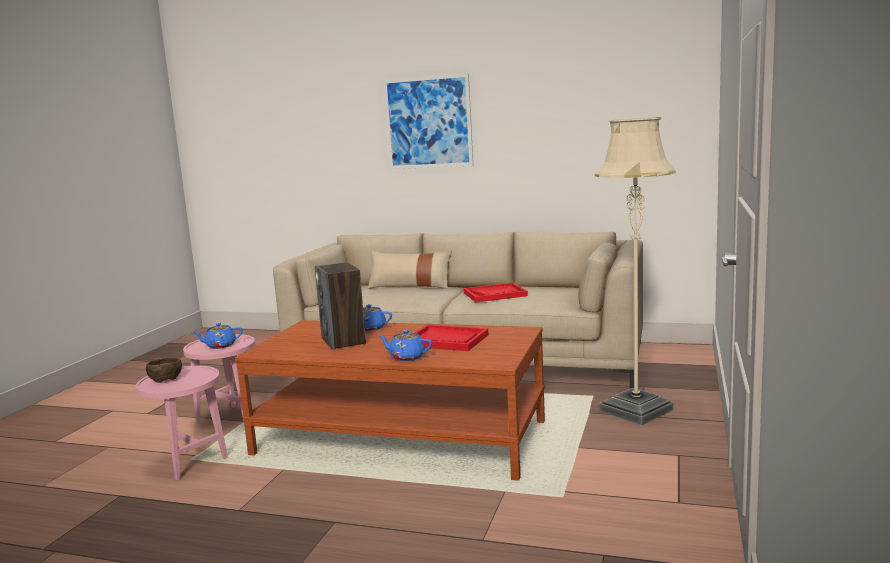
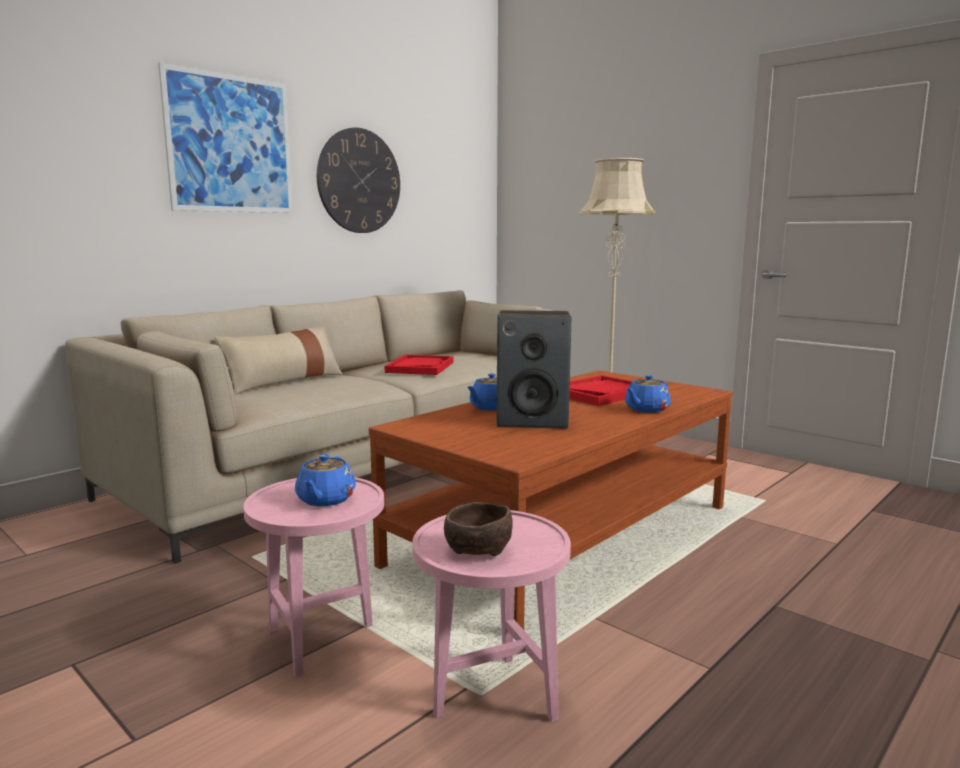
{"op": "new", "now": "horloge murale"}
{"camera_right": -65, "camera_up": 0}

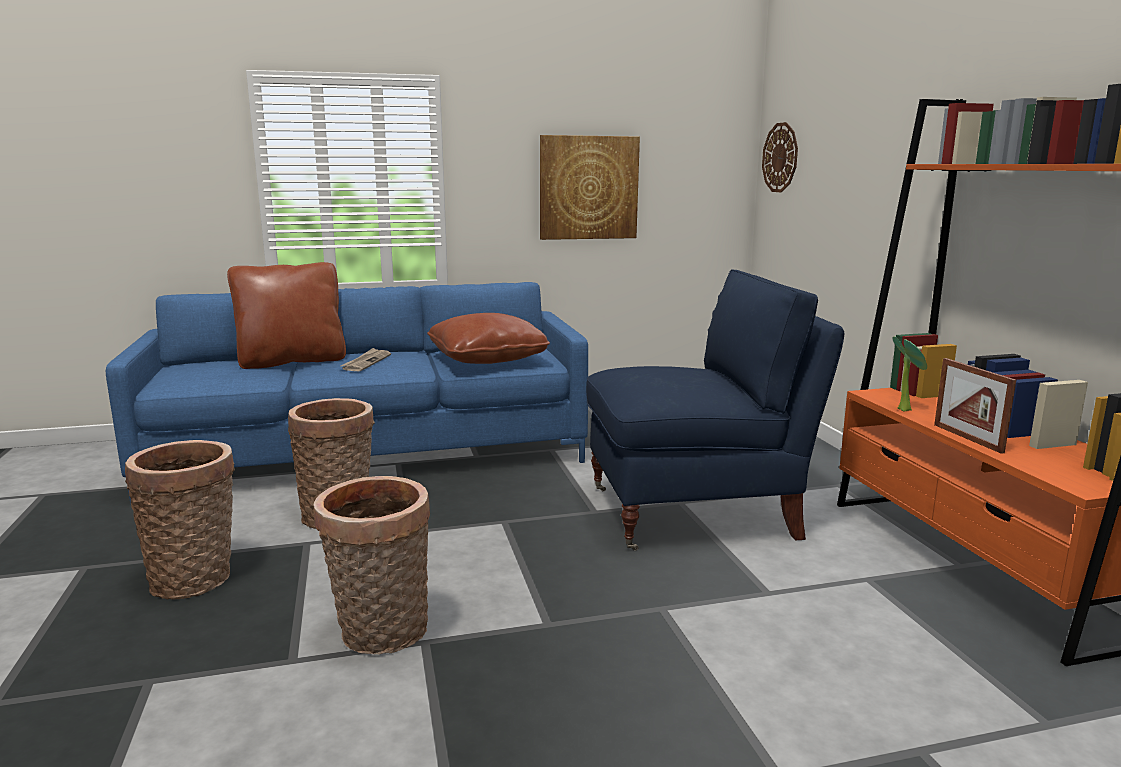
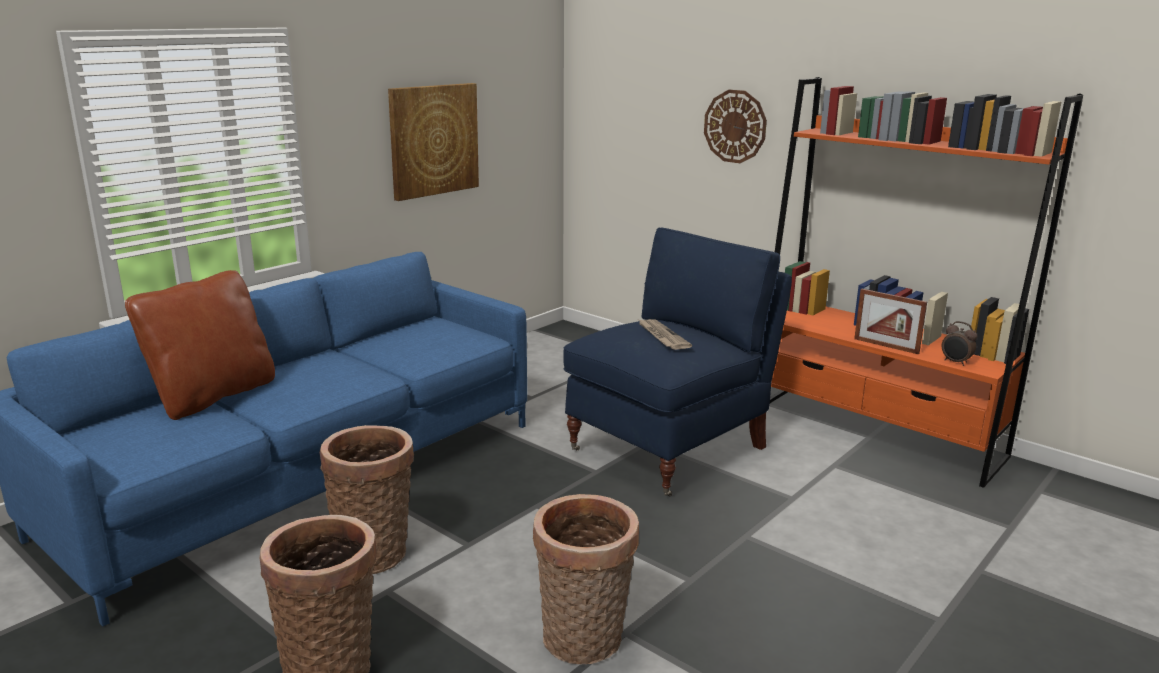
{"op": "shifted", "was": "journal"}
{"op": "shifted", "was": "horloge murale"}
{"op": "new", "now": "réveil"}
{"op": "gone", "was": "coussin/marron (no. 2 from left)"}
{"op": "gone", "was": "plante en pot"}
{"camera_right": -35, "camera_up": 5}

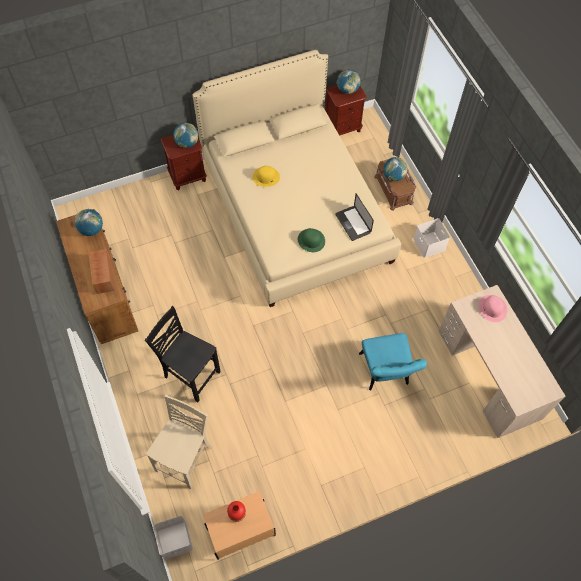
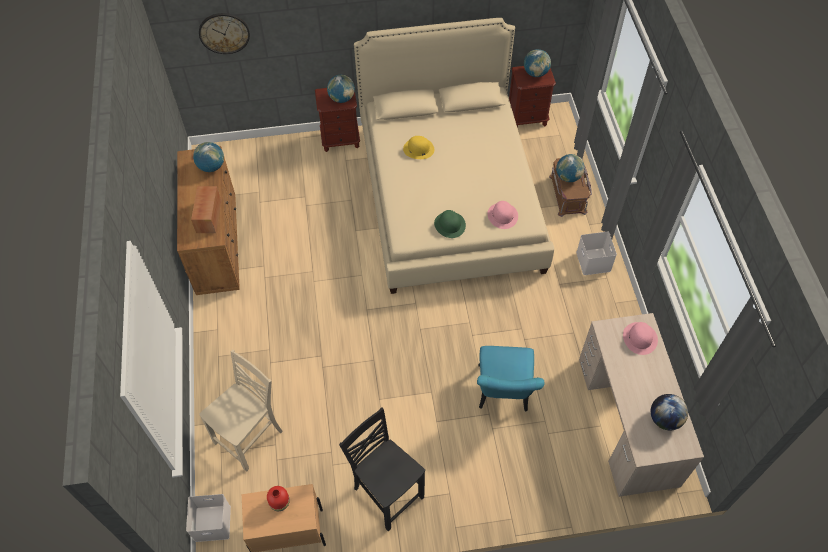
{"op": "new", "now": "horloge murale"}
{"op": "shifted", "was": "chaise/noir"}
{"op": "swapped", "was": "ordinateur portable", "now": "chapeau/rose (no. 1 from left)"}
{"op": "new", "now": "globe (no. 5 from left)"}
{"camera_right": 15, "camera_up": -5}

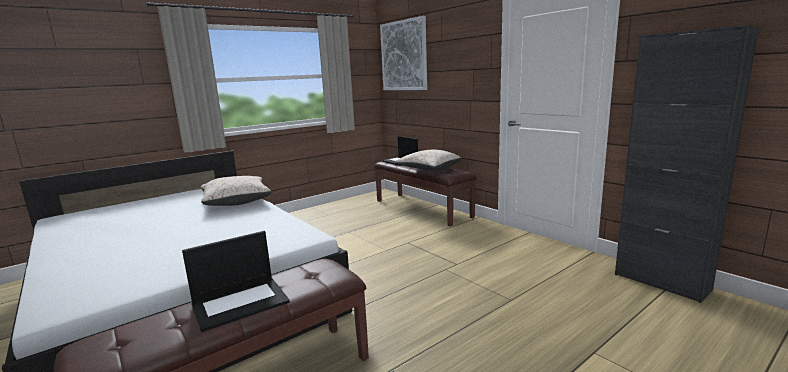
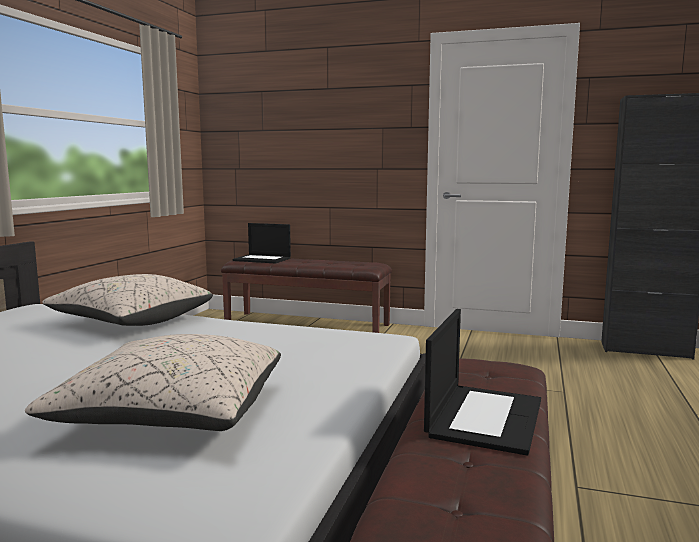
{"op": "shifted", "was": "coussin/beige (no. 2 from left)"}
{"op": "gone", "was": "tableau"}
{"camera_right": -35, "camera_up": -5}

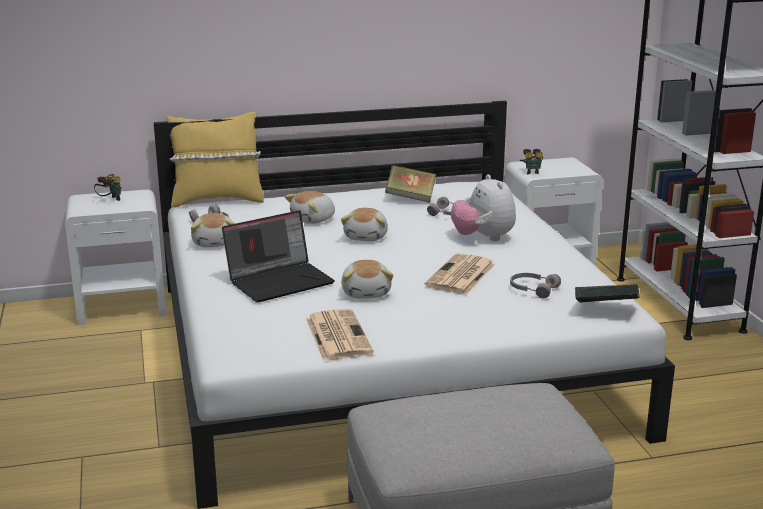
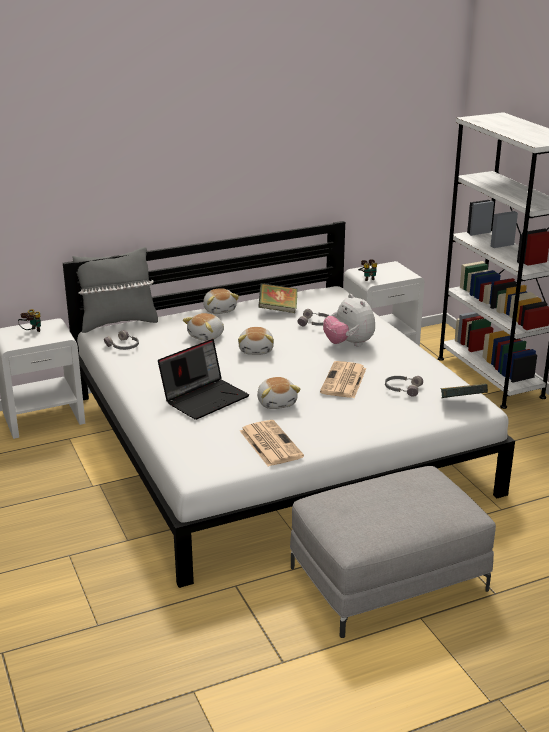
{"op": "repainted", "was": "coussin/jaune", "now": "coussin/gris"}
{"op": "shifted", "was": "peluche (no. 1 from left in the first image)", "now": "peluche (no. 2 from left)"}
{"camera_right": -10, "camera_up": 5}

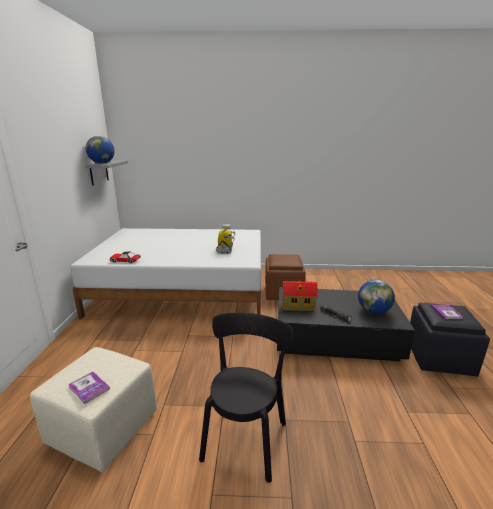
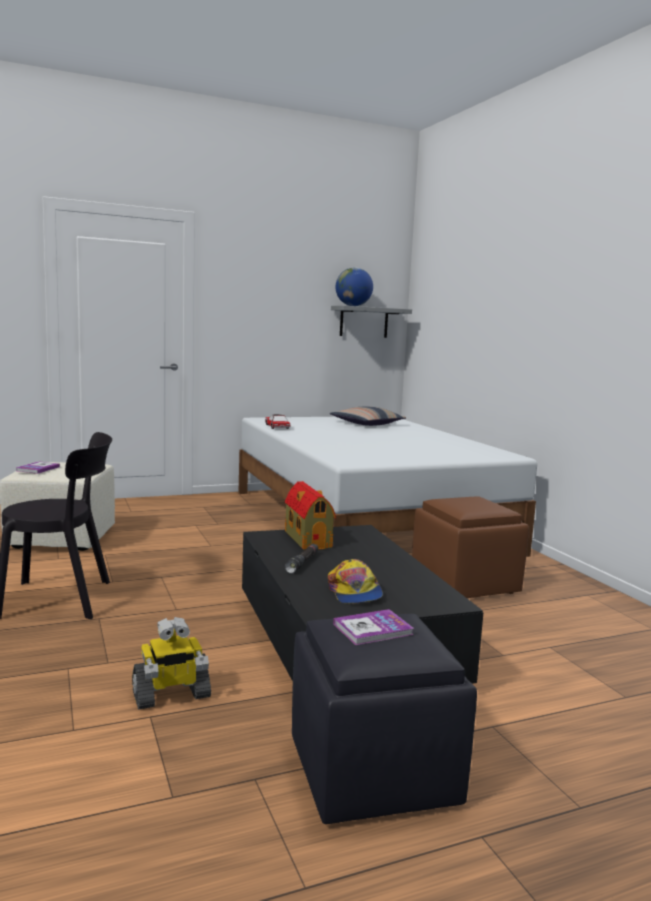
{"op": "shifted", "was": "robot jouet"}
{"op": "swapped", "was": "globe (no. 2 from left)", "now": "casquette"}
{"op": "new", "now": "coussin"}
{"camera_right": 65, "camera_up": -10}

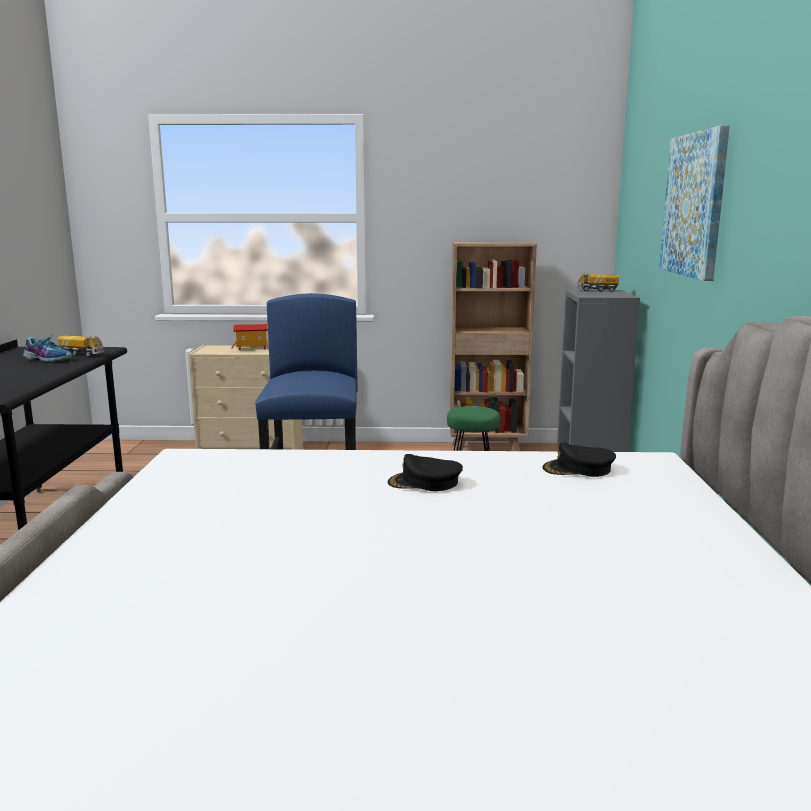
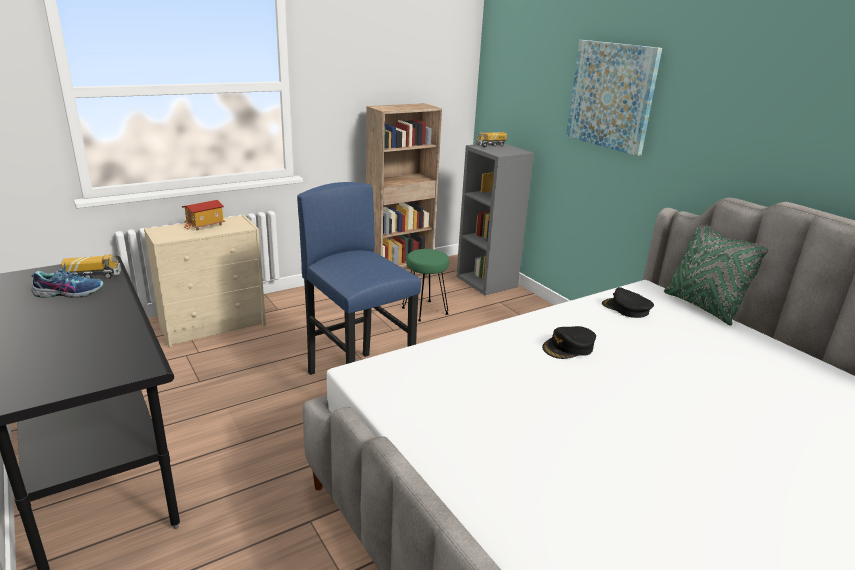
{"op": "rotated", "was": "casquette/noir (no. 2 from left)", "clockwise": 75}
{"op": "new", "now": "coussin/vert"}
{"camera_right": -35, "camera_up": 10}

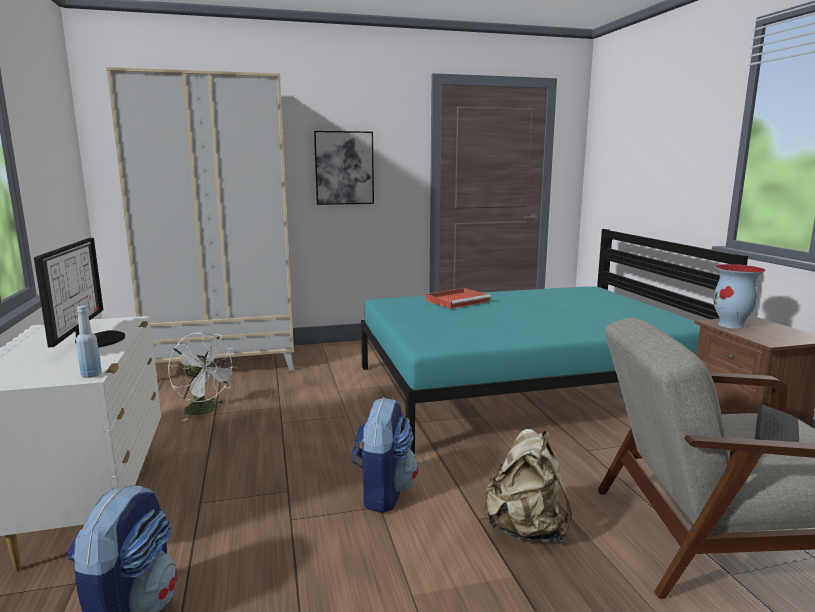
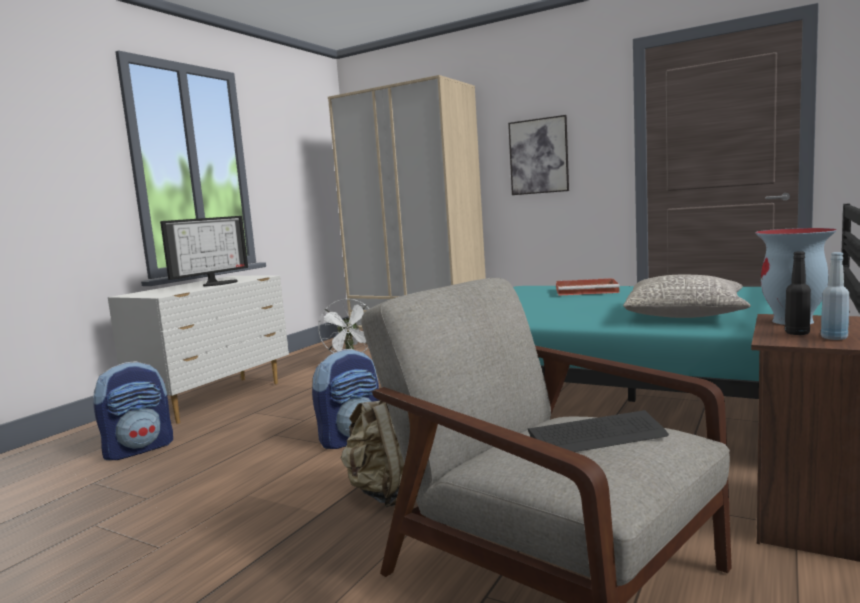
{"op": "new", "now": "coussin/gris"}
{"op": "new", "now": "bouteille/noir"}
{"op": "shifted", "was": "bouteille/bleu"}
{"camera_right": 45, "camera_up": -5}

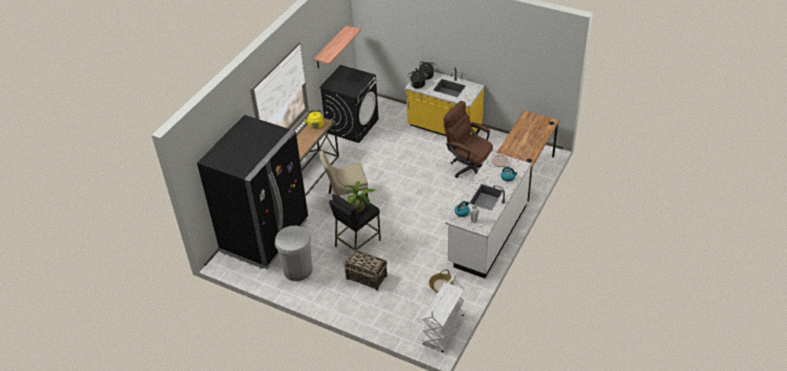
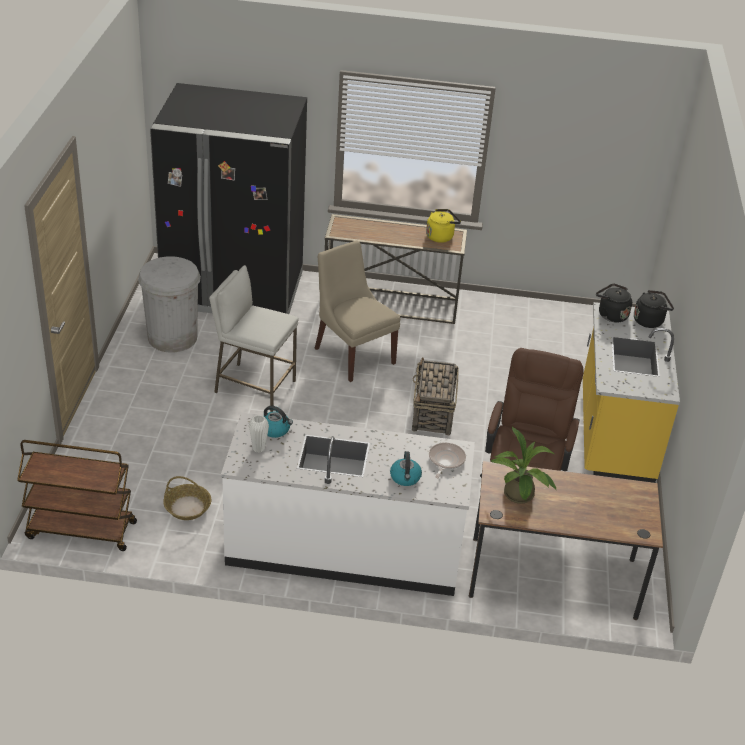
{"op": "repainted", "was": "chariot/blanc", "now": "chariot/marron"}
{"op": "repainted", "was": "tabouret/noir", "now": "tabouret/blanc"}
{"op": "shifted", "was": "panier (no. 1 from left in the first image)", "now": "panier (no. 2 from left)"}
{"op": "shifted", "was": "plante en pot"}
{"op": "gone", "was": "étagère"}
{"op": "gone", "was": "lave-linge/noir"}
{"camera_right": 65, "camera_up": -5}

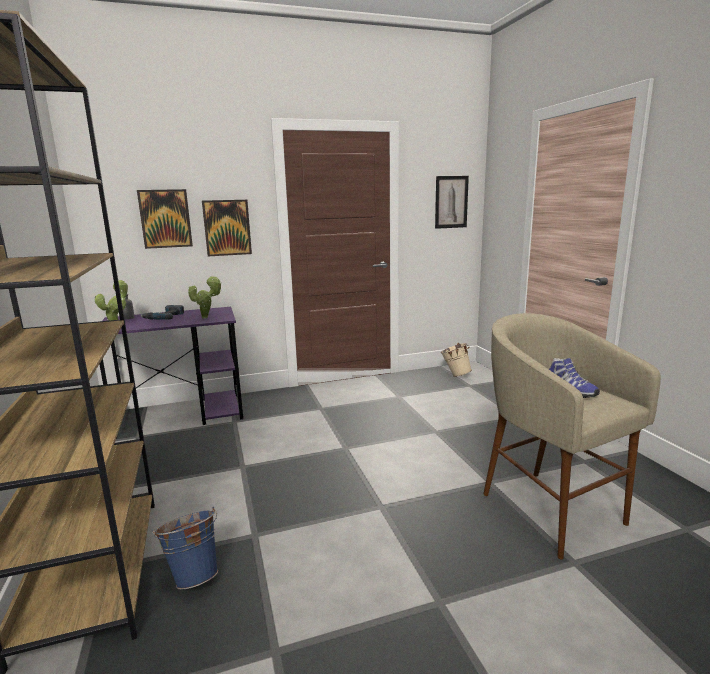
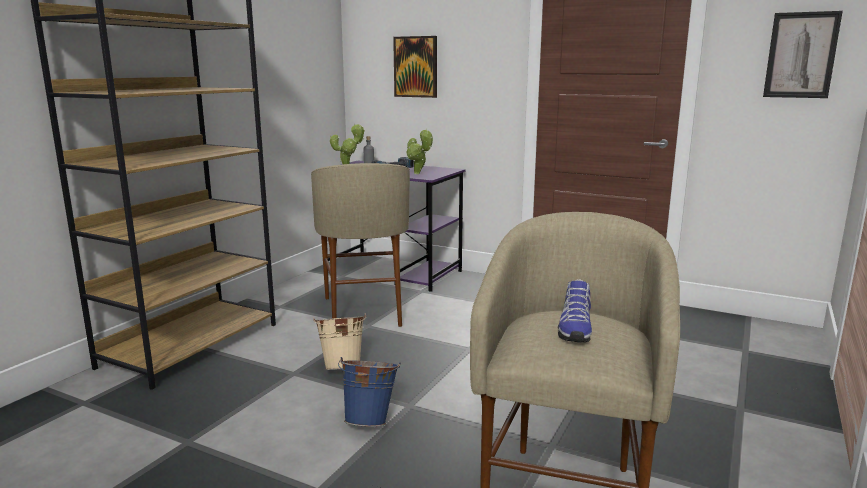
{"op": "new", "now": "tabouret/beige (no. 1 from left)"}
{"op": "shifted", "was": "seau/beige"}
{"op": "shifted", "was": "seau/bleu"}
{"op": "gone", "was": "tableau (no. 2 from left)"}
{"camera_right": 45, "camera_up": 0}

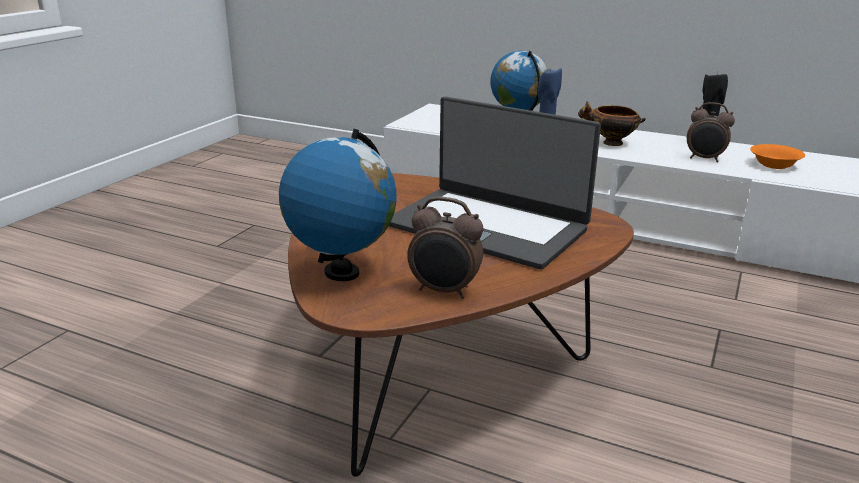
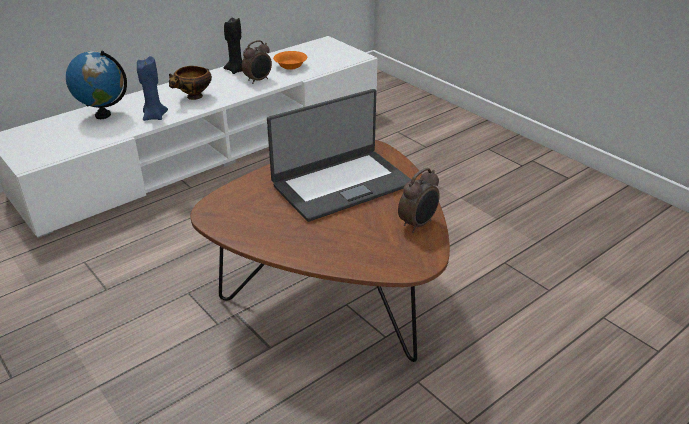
{"op": "gone", "was": "globe (no. 1 from left)"}
{"camera_right": -65, "camera_up": 10}

